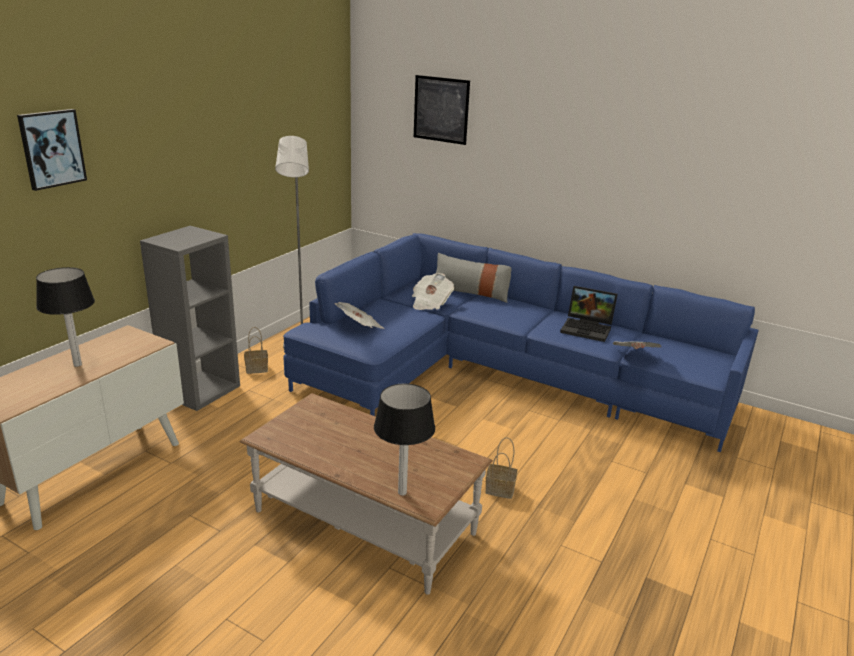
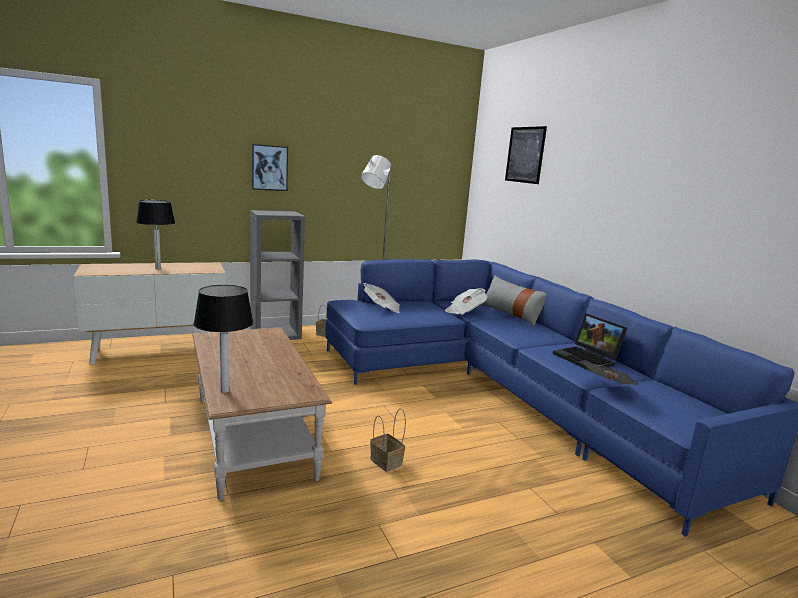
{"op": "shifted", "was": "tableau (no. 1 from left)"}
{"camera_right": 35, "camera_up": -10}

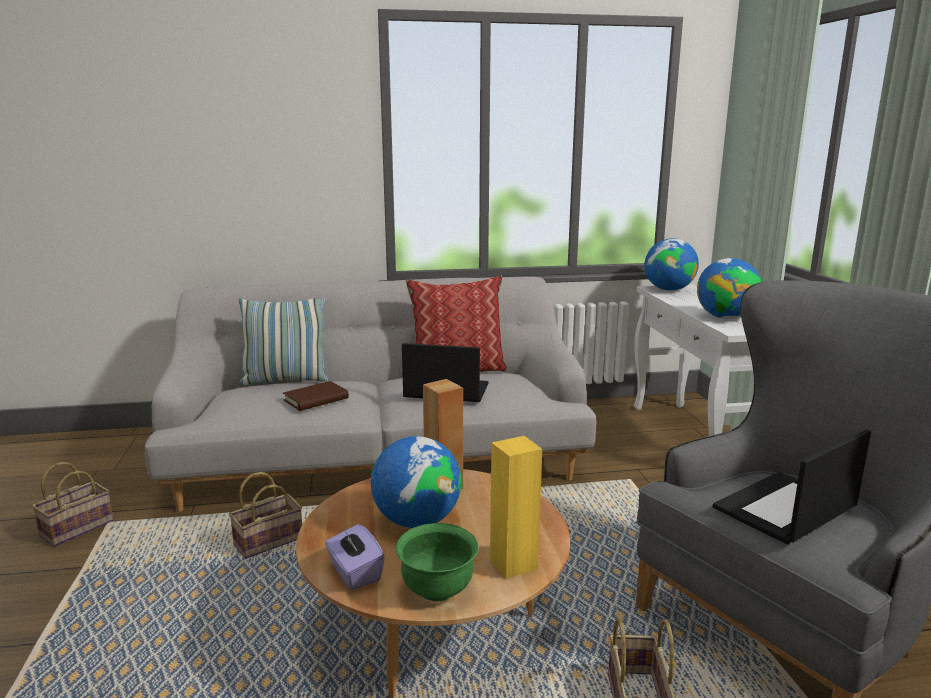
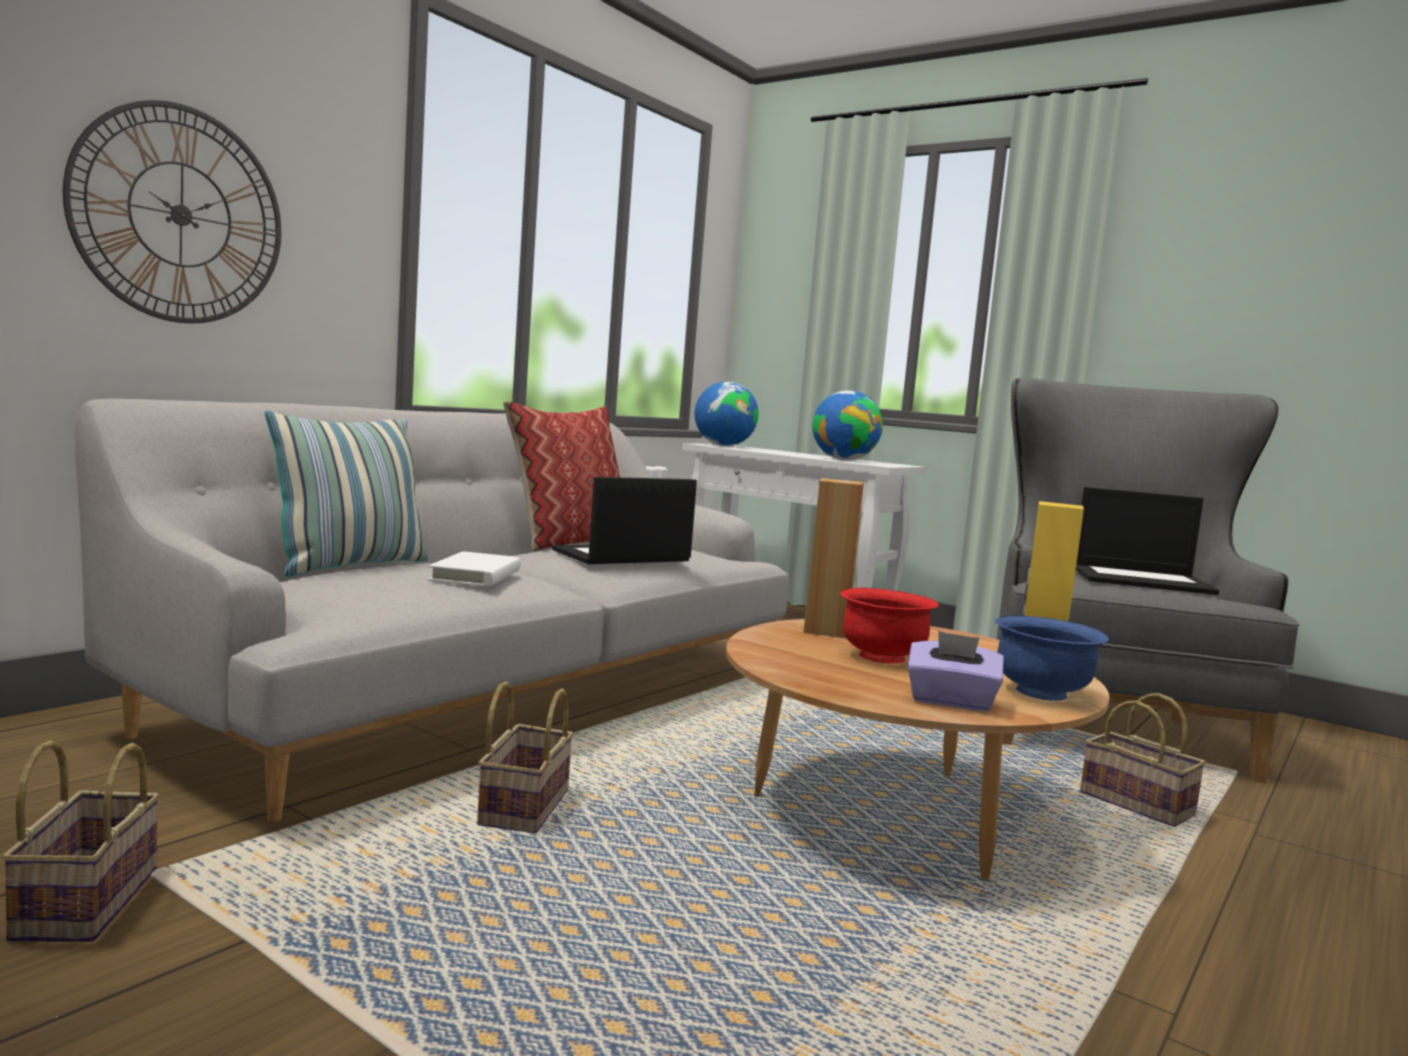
{"op": "new", "now": "horloge murale"}
{"op": "repainted", "was": "livre/marron", "now": "livre/blanc"}
{"op": "swapped", "was": "globe (no. 1 from left)", "now": "bol/rouge"}
{"op": "repainted", "was": "bol/vert", "now": "bol/bleu"}
{"op": "rotated", "was": "ordinateur portable (no. 2 from left)", "clockwise": -90}
{"camera_right": -45, "camera_up": -10}

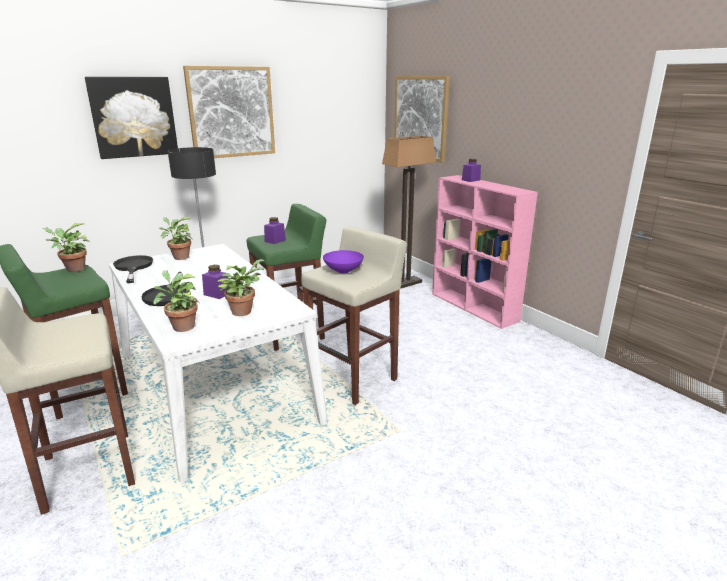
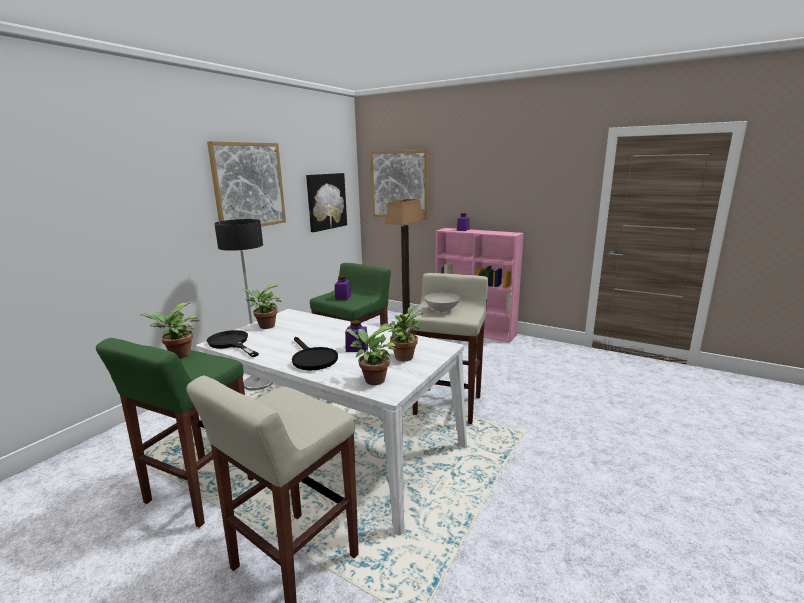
{"op": "shifted", "was": "tableau (no. 1 from left in the first image)", "now": "tableau (no. 2 from left)"}
{"op": "repainted", "was": "bol/violet", "now": "bol/blanc"}
{"camera_right": -25, "camera_up": -5}

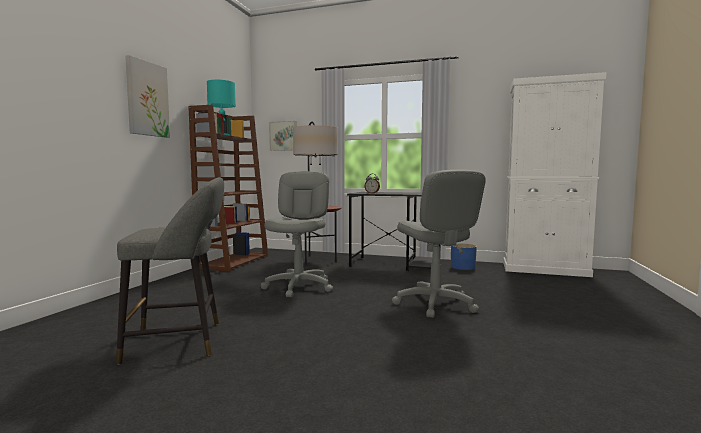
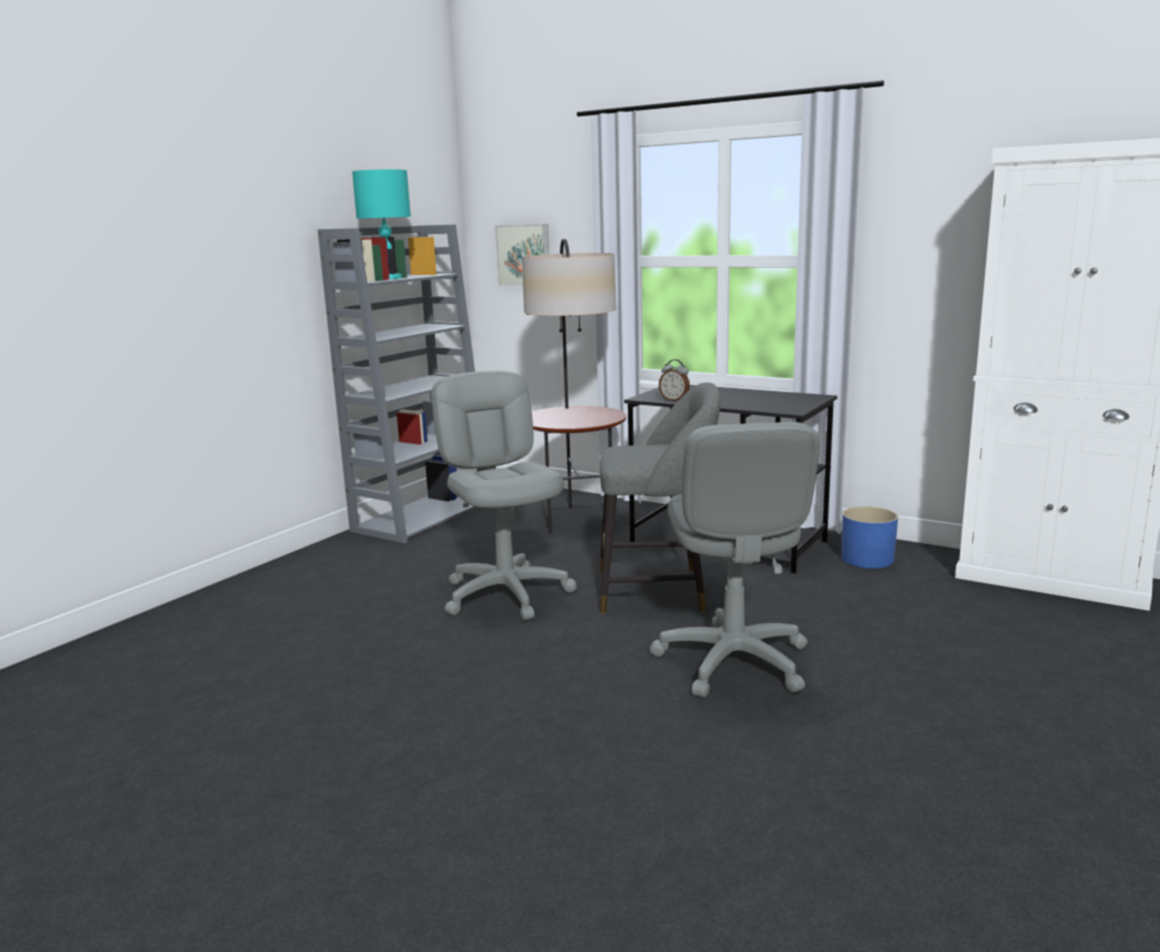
{"op": "repainted", "was": "bibliothèque/marron", "now": "bibliothèque/gris"}
{"op": "rotated", "was": "chaise de bureau/gris (no. 1 from left)", "clockwise": -45}
{"op": "shifted", "was": "tabouret/gris"}
{"op": "gone", "was": "tableau (no. 1 from left)"}
{"camera_right": 15, "camera_up": 10}

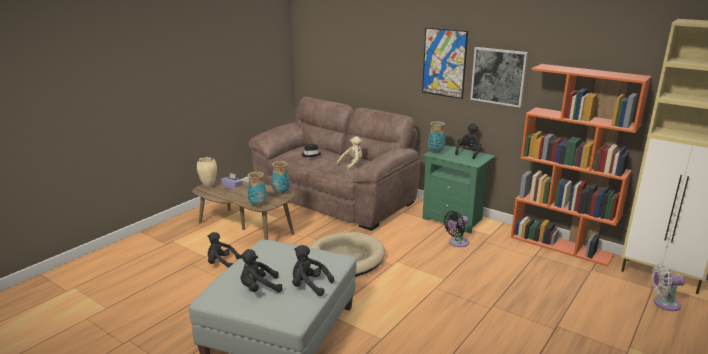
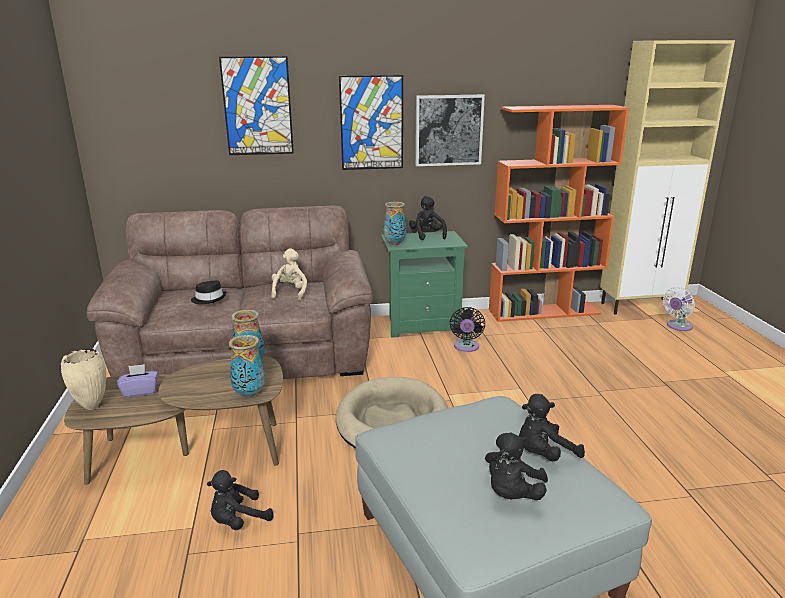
{"op": "new", "now": "tableau (no. 1 from left)"}
{"camera_right": -45, "camera_up": 0}

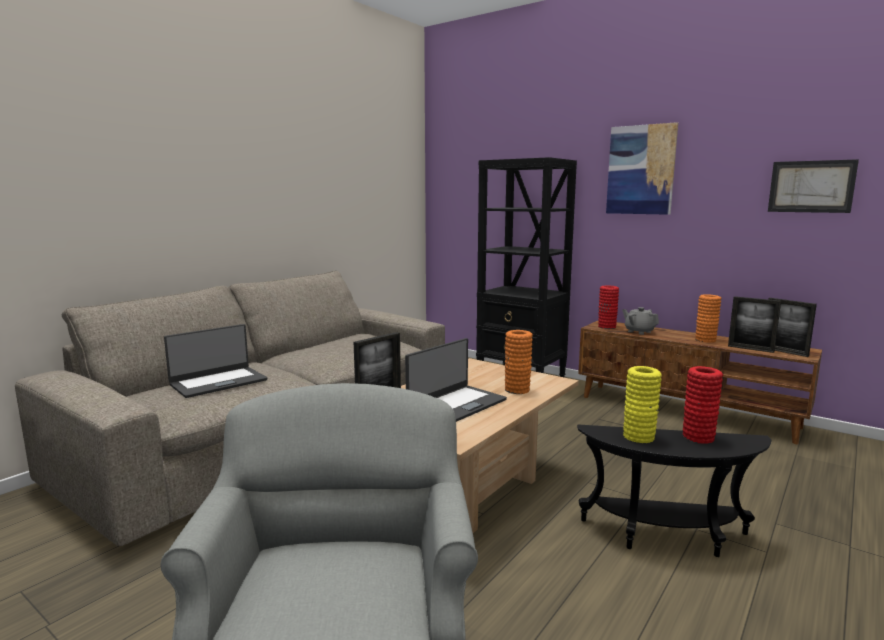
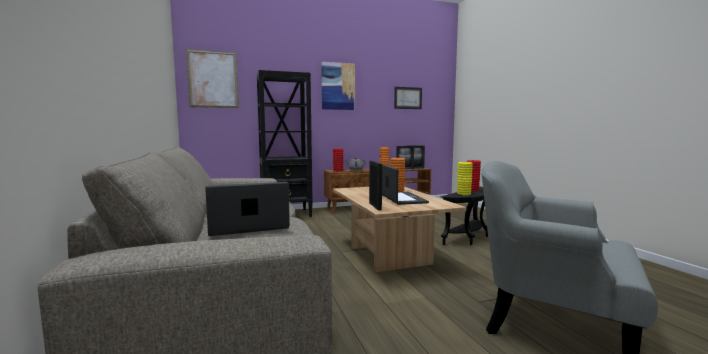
{"op": "new", "now": "tableau (no. 1 from left)"}
{"op": "rotated", "was": "ordinateur portable (no. 1 from left)", "clockwise": -105}
{"camera_right": -55, "camera_up": -5}

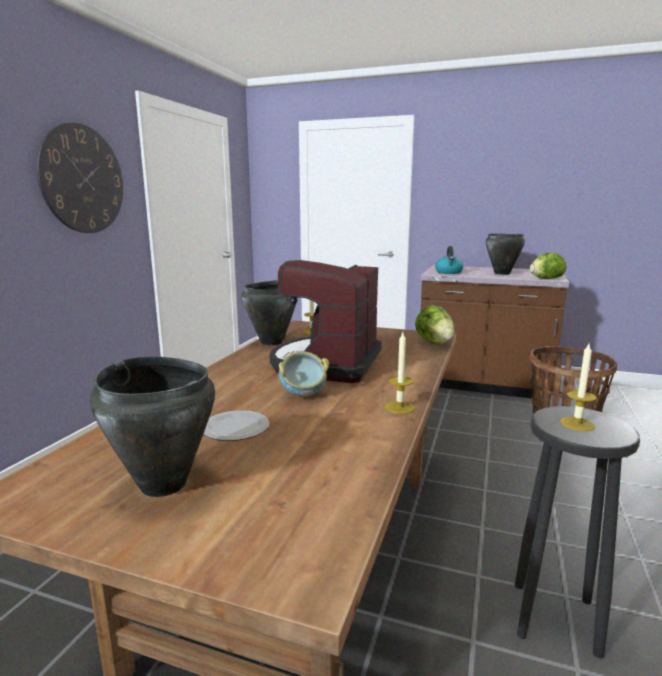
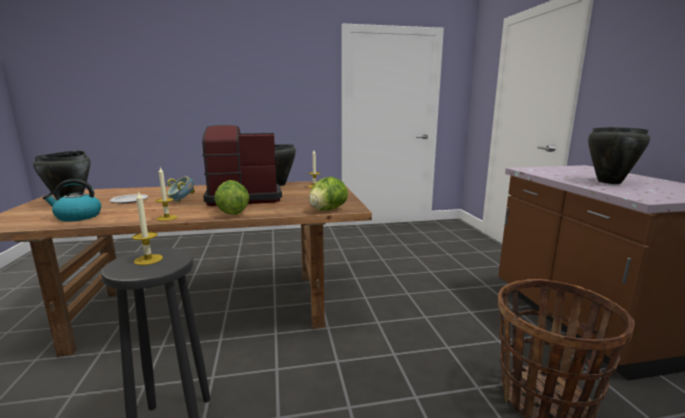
{"op": "shifted", "was": "bouilloire"}
{"op": "shifted", "was": "laitue (no. 2 from left in the first image)", "now": "laitue (no. 1 from left)"}
{"op": "gone", "was": "horloge murale"}
{"camera_right": 60, "camera_up": 0}

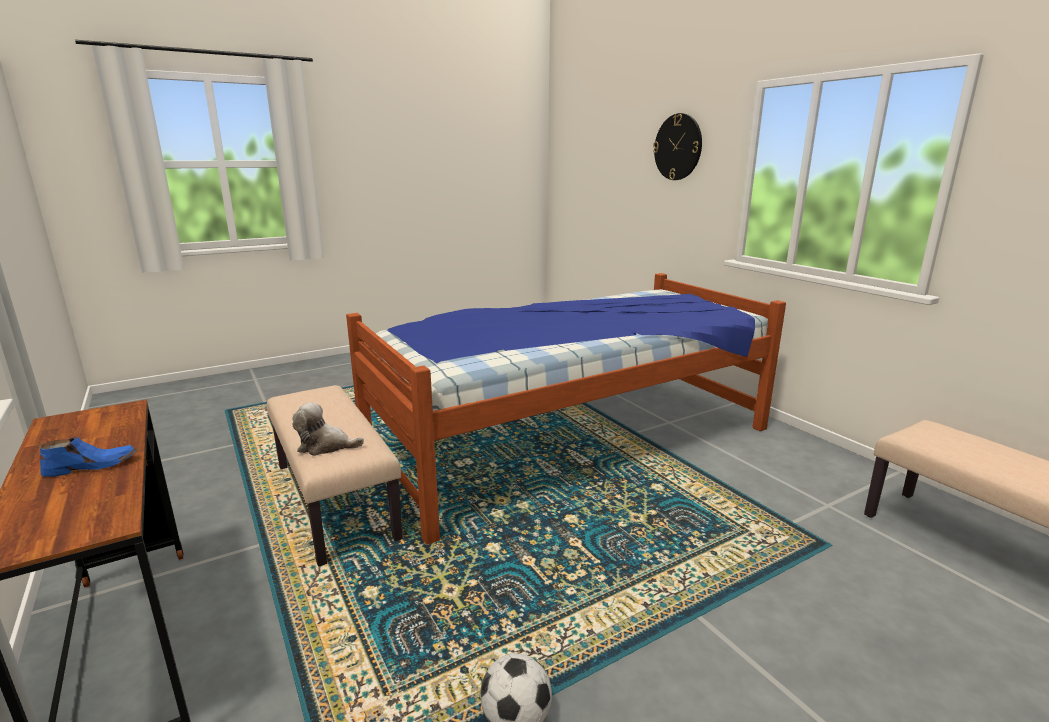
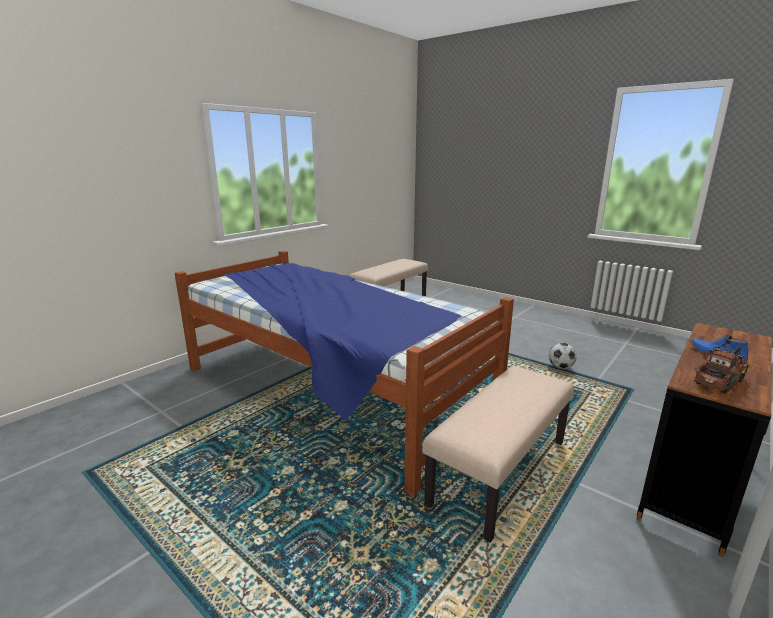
{"op": "new", "now": "camion jouet"}
{"op": "gone", "was": "peluche"}
{"op": "gone", "was": "horloge murale"}
{"camera_right": -110, "camera_up": 0}

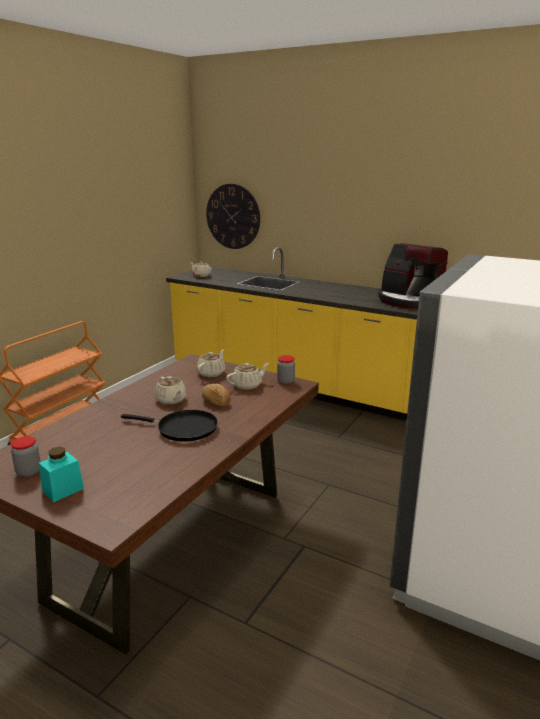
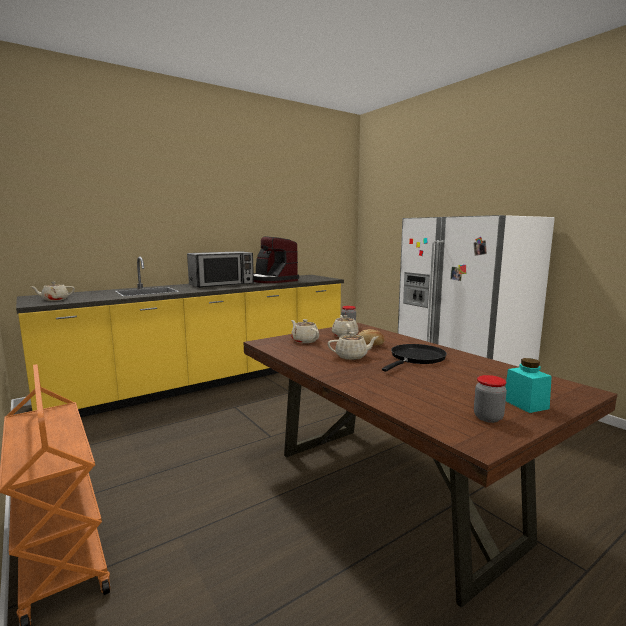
{"op": "new", "now": "micro-ondes"}
{"op": "rotated", "was": "machine à café", "clockwise": 75}
{"op": "gone", "was": "horloge murale"}
{"camera_right": -65, "camera_up": -10}

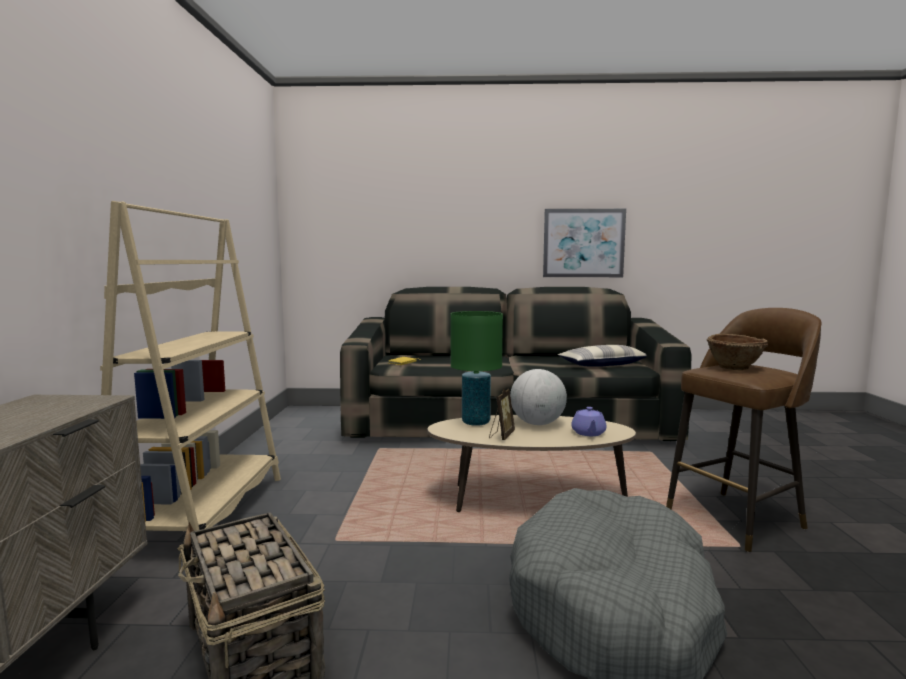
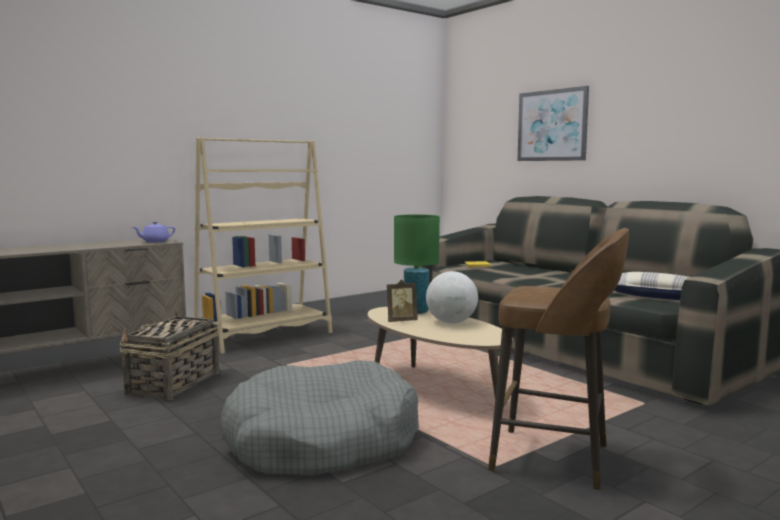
{"op": "shifted", "was": "théière/violet"}
{"op": "shifted", "was": "tableau"}
{"op": "gone", "was": "bol/marron"}
{"camera_right": 50, "camera_up": 0}

